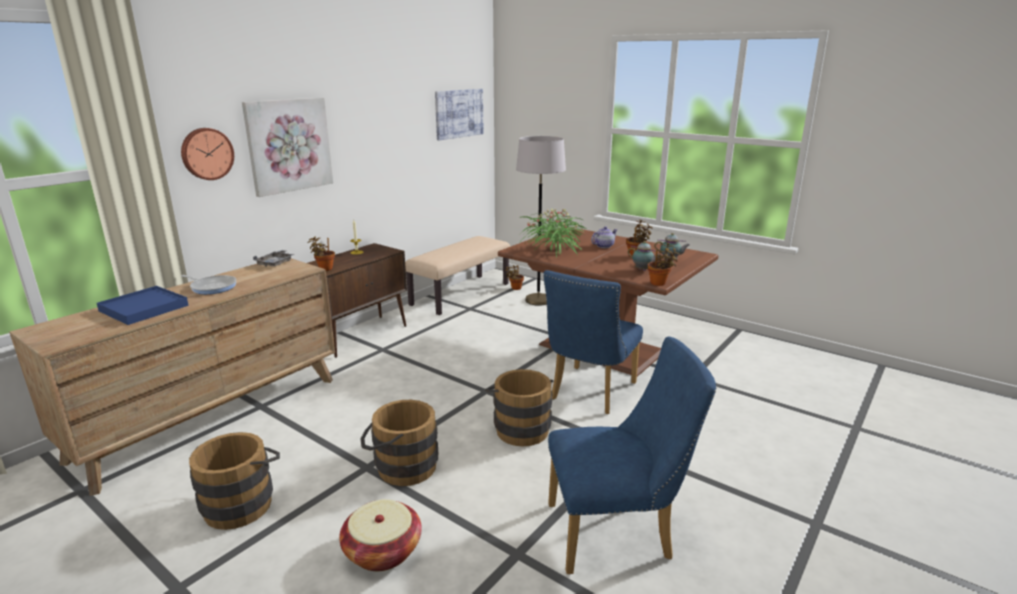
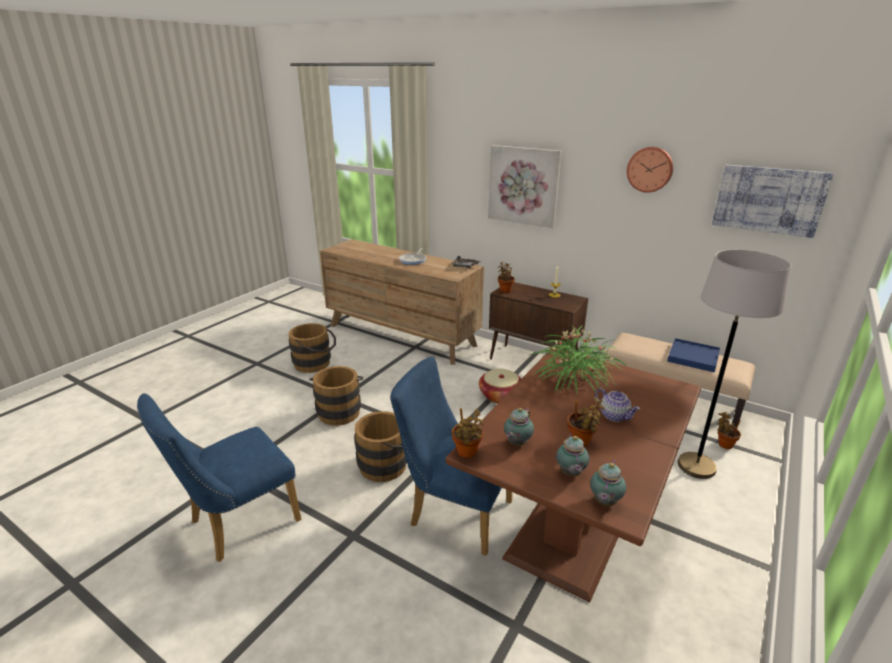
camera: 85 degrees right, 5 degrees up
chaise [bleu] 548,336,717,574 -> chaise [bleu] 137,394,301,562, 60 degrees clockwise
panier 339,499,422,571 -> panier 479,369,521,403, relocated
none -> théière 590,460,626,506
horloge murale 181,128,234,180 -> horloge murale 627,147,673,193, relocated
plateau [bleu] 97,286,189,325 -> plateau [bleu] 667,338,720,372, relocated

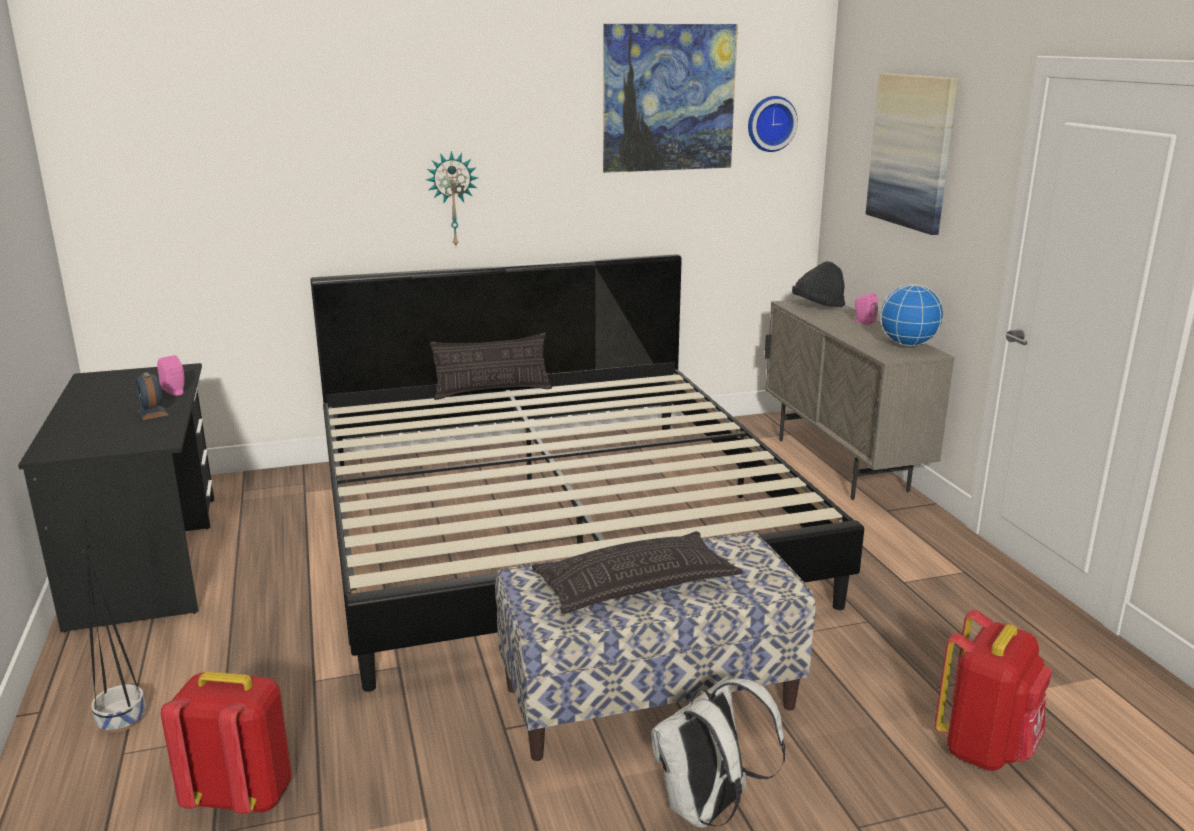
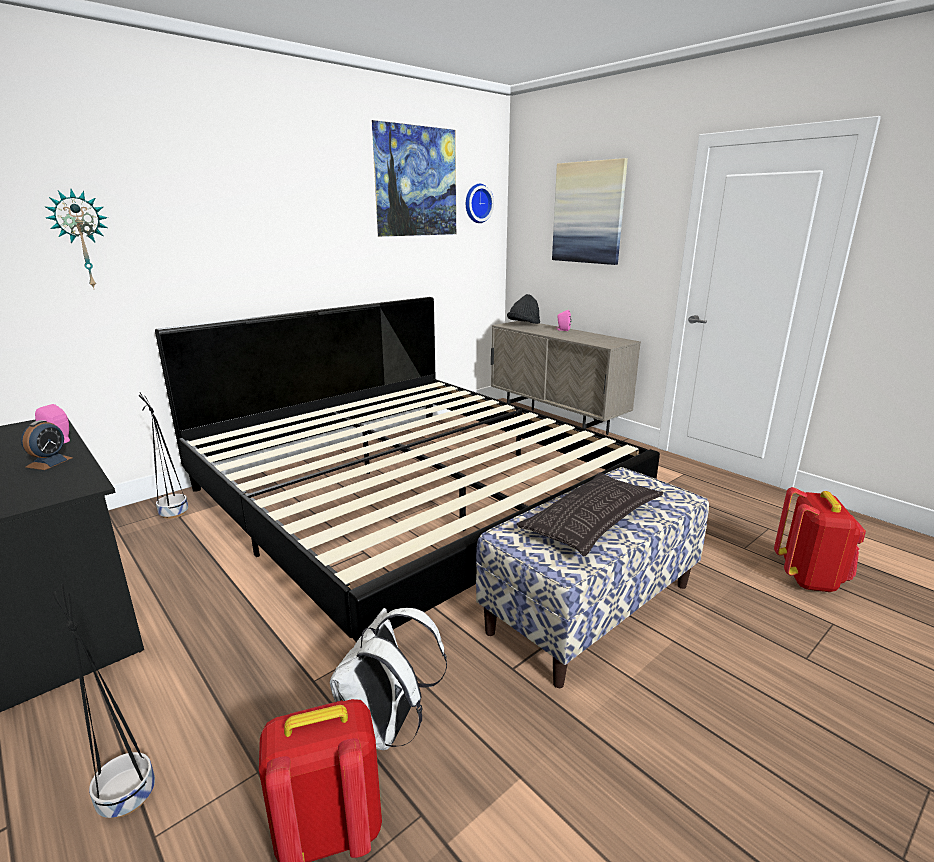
camera: 25 degrees left, 0 degrees up
réveil 136,372,168,420 -> réveil 21,420,73,470, 105 degrees counterclockwise
horloge murale 426,151,478,246 -> horloge murale 44,189,108,288, relocated
none -> cache-pot [noir] 138,393,188,519
sac à dos [blanc] 651,676,786,828 -> sac à dos [blanc] 330,608,447,750, relocated
coussin 430,333,552,400 -> none
globe 879,284,944,346 -> none

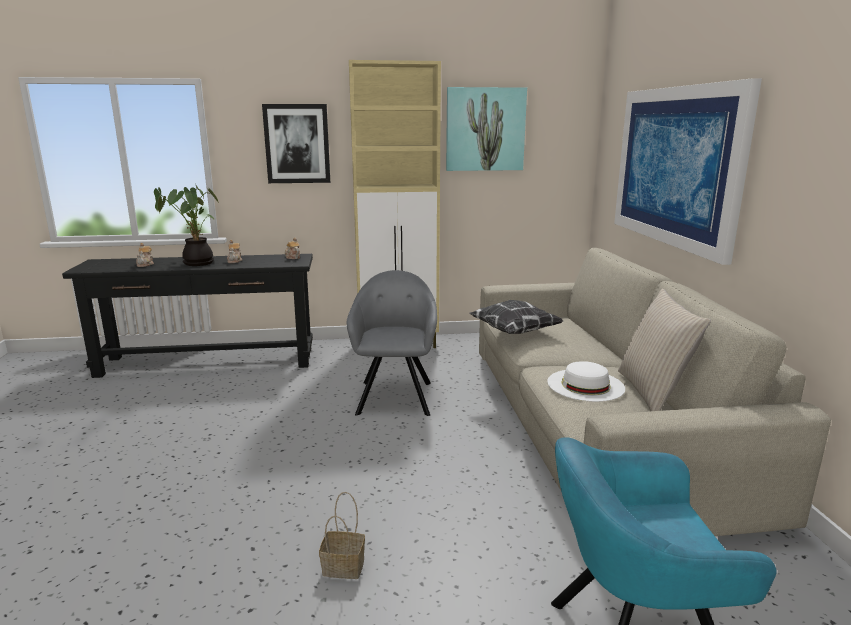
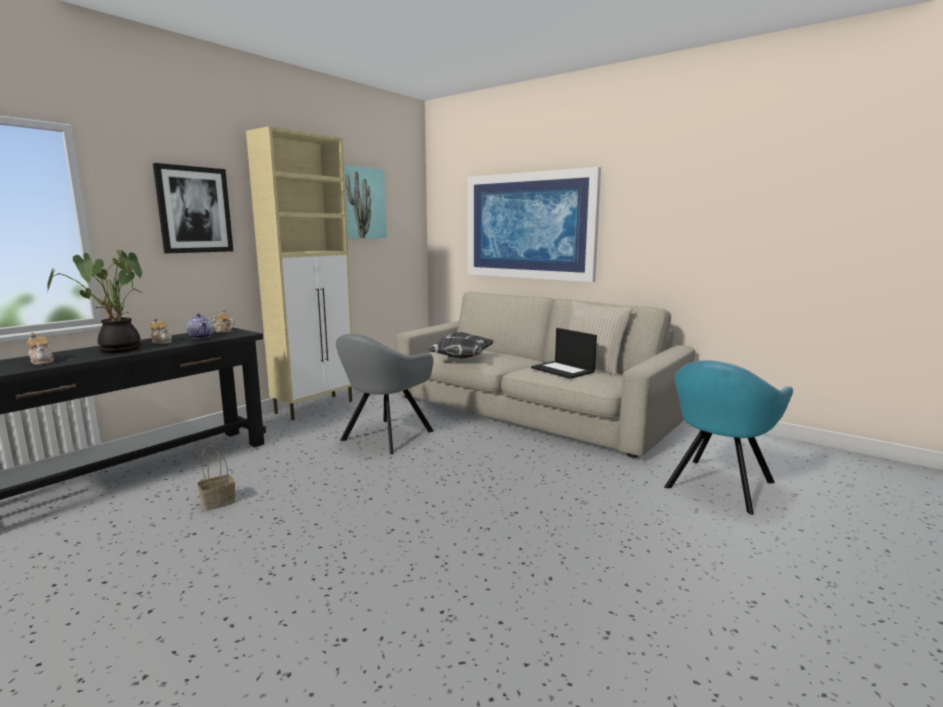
camera: 45 degrees left, 5 degrees down
none -> théière 186,314,214,339
panier 319,492,365,579 -> panier 197,445,236,511, relocated
fauteuil [gris] 347,270,437,416 -> fauteuil [gris] 336,334,434,454, 105 degrees counterclockwise
chapeau [blanc] 547,361,625,402 -> ordinateur portable 531,328,597,379

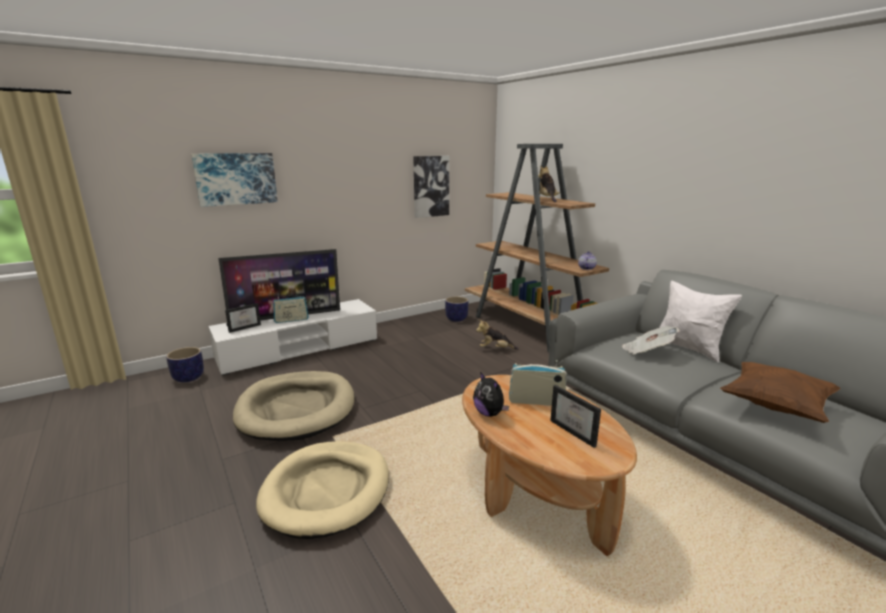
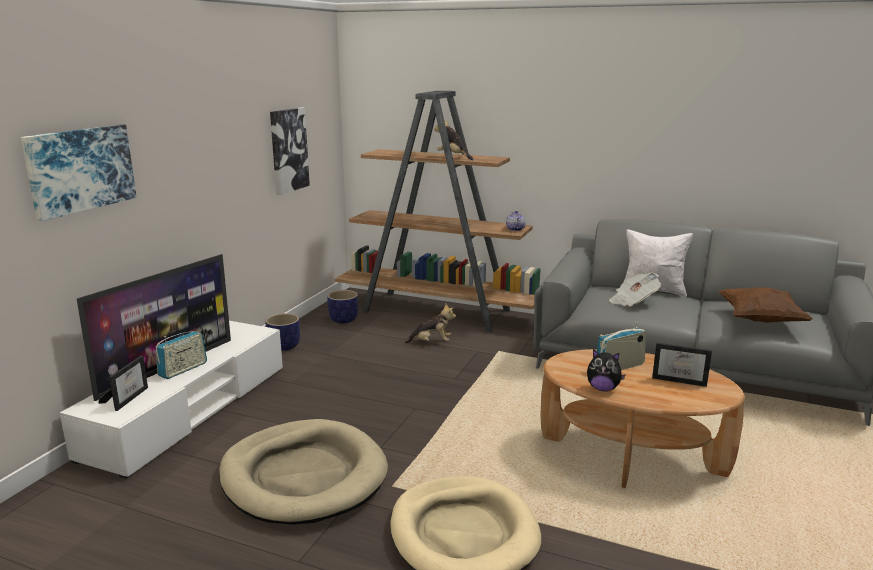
camera: 35 degrees left, 0 degrees up
cache-pot 166,347,204,382 -> cache-pot 265,313,300,351, relocated
peluche 476,319,518,350 -> peluche 405,304,456,344, 150 degrees counterclockwise

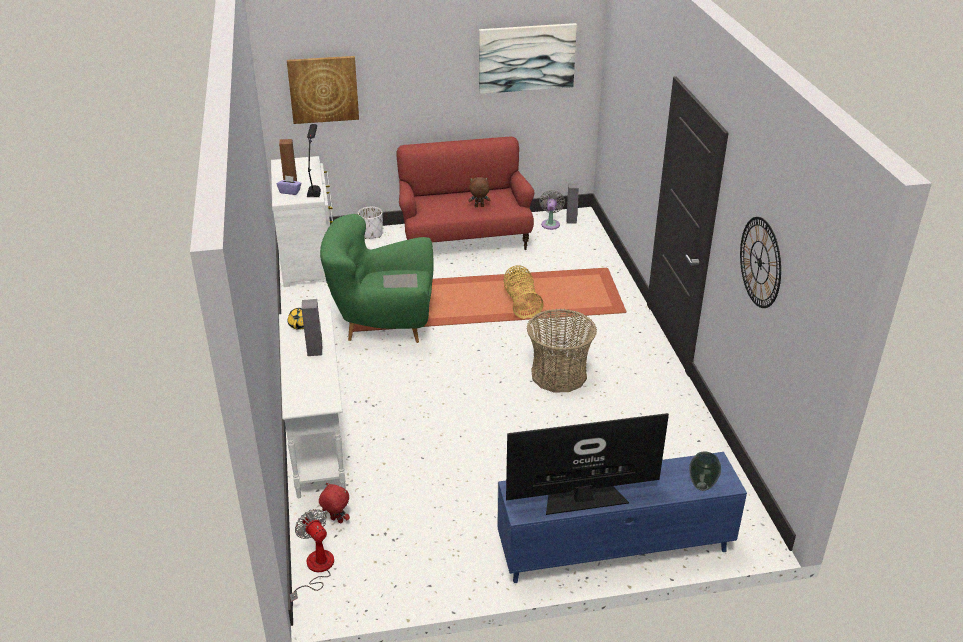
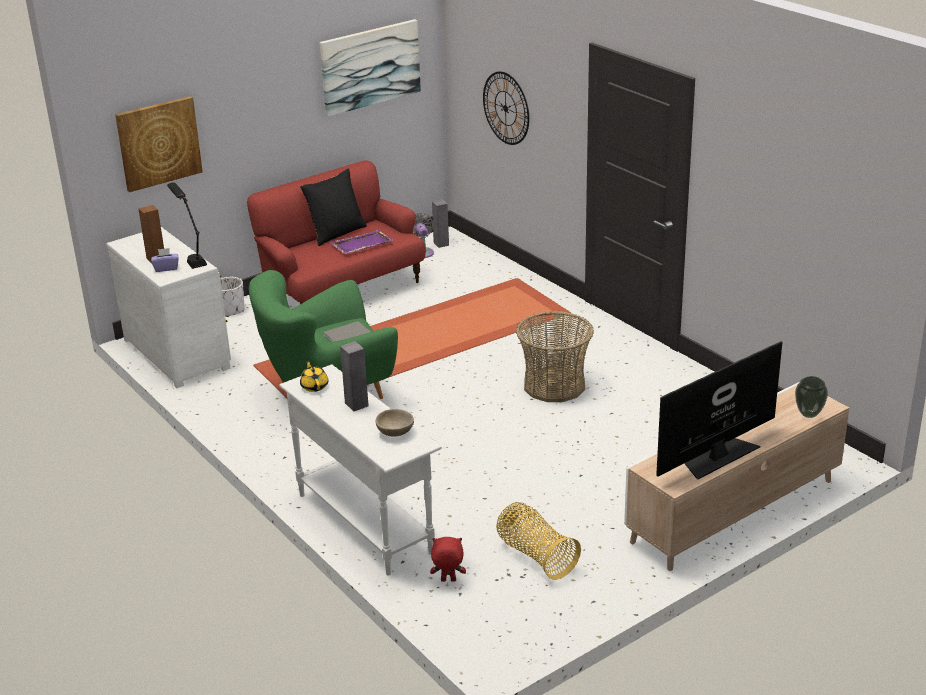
camera: 25 degrees left, 5 degrees down
none -> coussin [noir] 300,168,367,246
peluche [marron] 468,177,490,207 -> plateau [violet] 330,230,393,254
none -> bol [beige] 376,409,414,437
horloge murale 740,217,781,308 -> horloge murale 483,71,529,145, relocated
panier 503,265,544,319 -> panier 496,502,581,580, relocated
meuble télé [bleu] 497,450,747,583 -> meuble télé [beige] 624,382,849,571
ventilateur 290,509,334,606 -> none

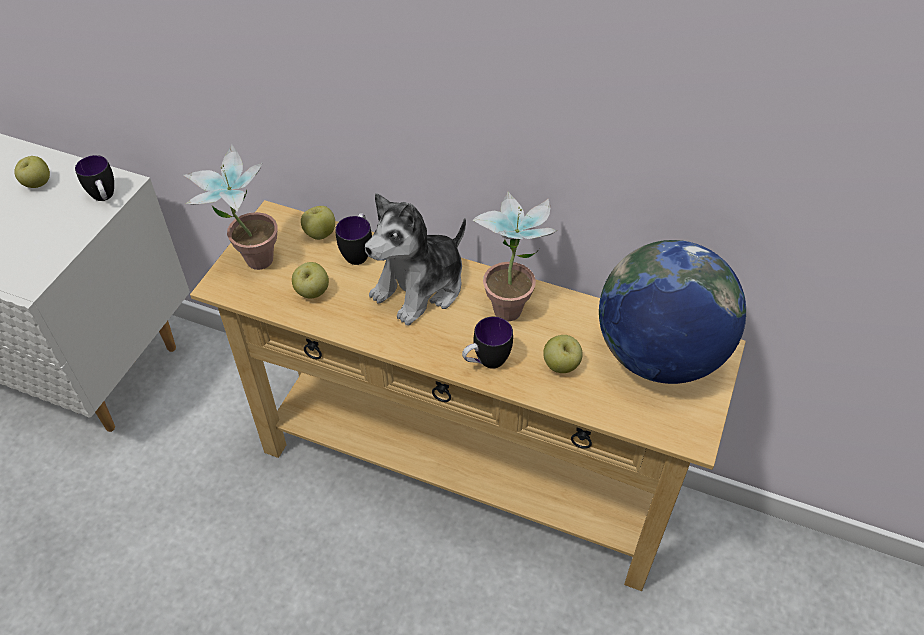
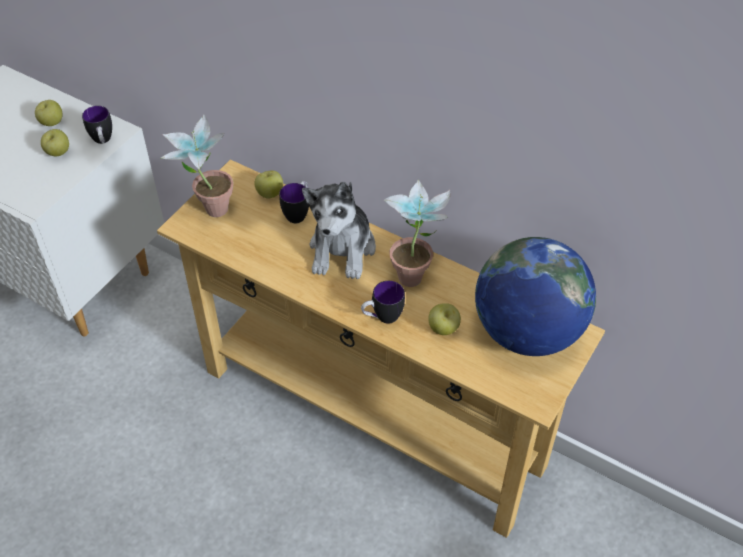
camera: 10 degrees right, 0 degrees up
pomme 292,262,329,299 -> pomme 41,129,69,156, relocated
peluche 365,193,466,326 -> peluche 302,181,376,279, 45 degrees counterclockwise

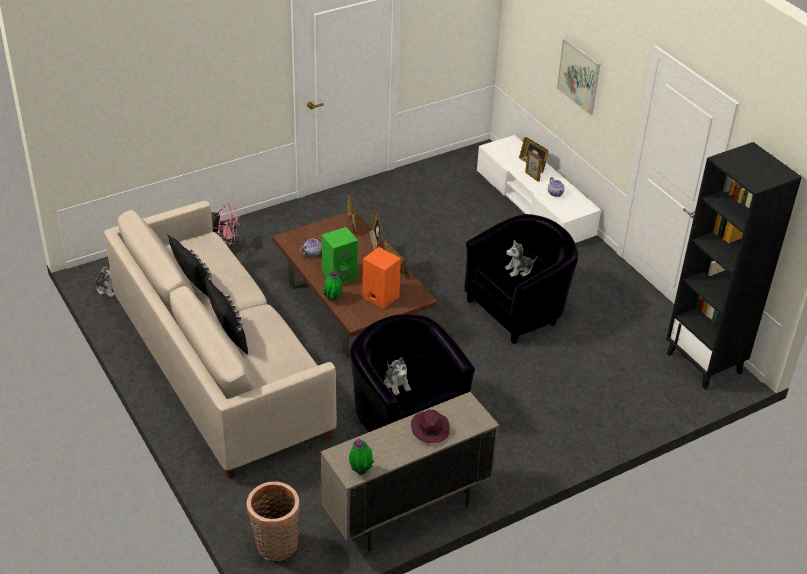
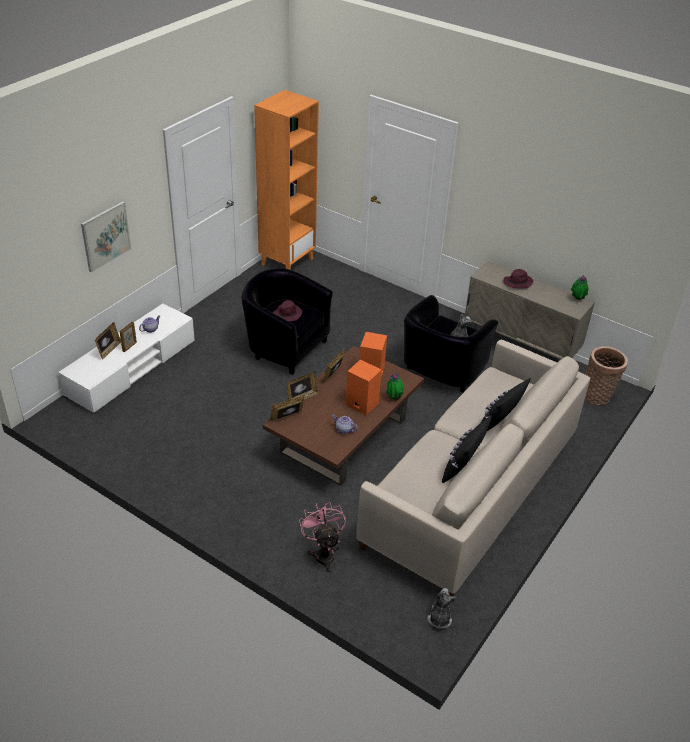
camera: 115 degrees left, 0 degrees up
bibliothèque [noir] 666,142,802,390 -> bibliothèque [orange] 254,90,319,270
peluche 505,240,537,277 -> chapeau [violet] 273,300,302,321
enceinte [vert] 322,227,358,284 -> enceinte [orange] 346,360,382,415

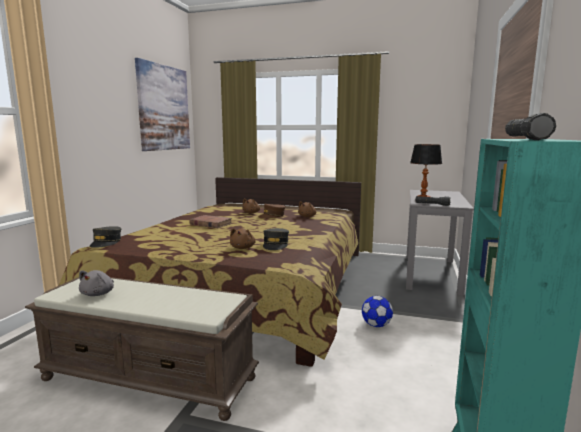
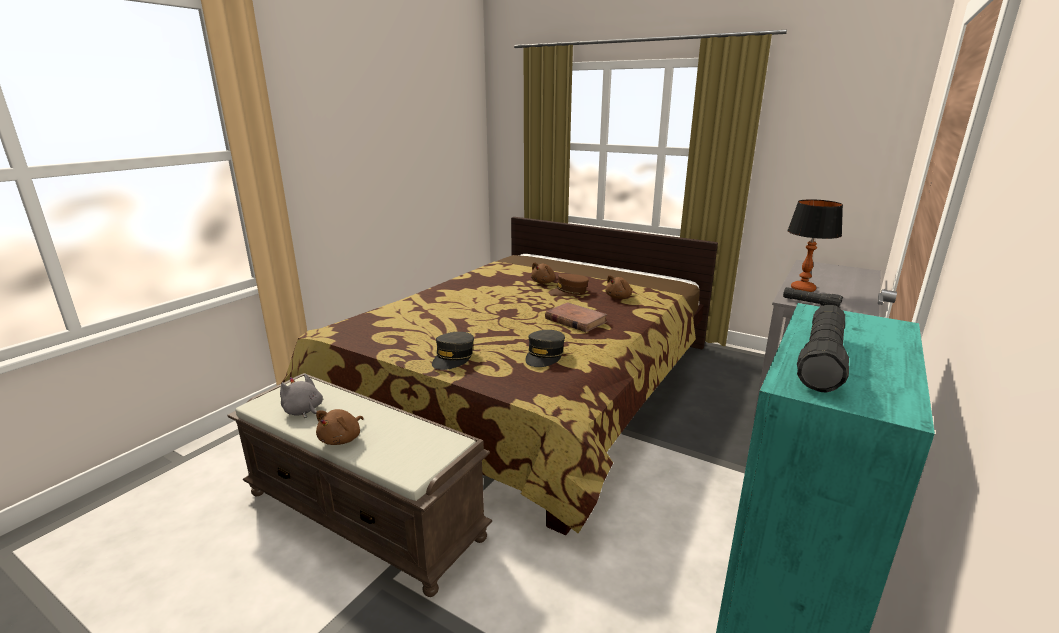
camera: 15 degrees right, 10 degrees up
peluche [gris] 79,270,114,296 -> peluche [gris] 280,374,323,418, 105 degrees clockwise
peluche [marron] 230,228,256,249 -> peluche [marron] 316,409,363,445, relocated
casquette [gris] 90,226,121,248 -> casquette [gris] 432,332,474,370, relocated
livre [marron] 189,215,232,228 -> livre [marron] 545,302,608,332, relocated
tableau 135,58,190,151 -> none
ballon de foot 362,296,393,327 -> none

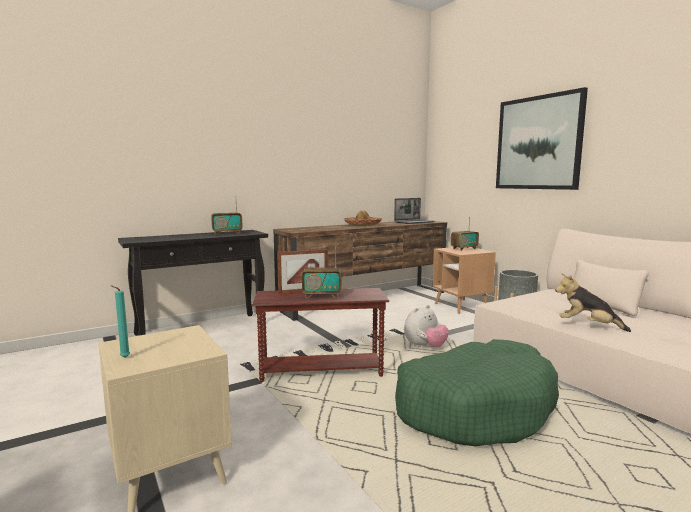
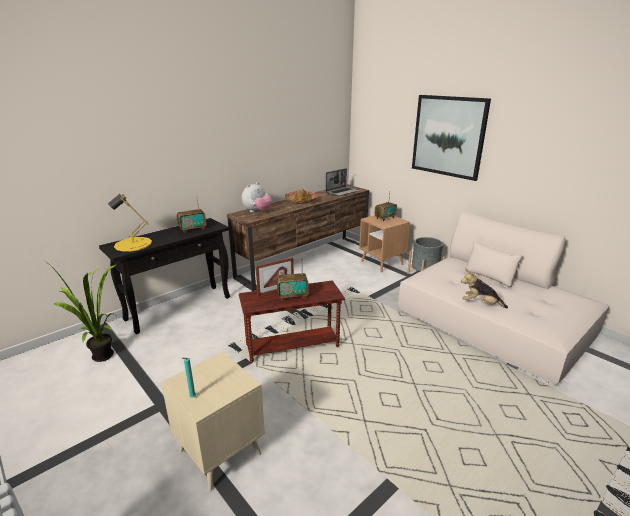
camera: 10 degrees left, 15 degrees up
none -> plante en pot 42,260,117,362
none -> lampe de table [jaune] 108,194,152,251
peluche 404,305,449,348 -> peluche 242,182,272,212, relocated
panier pour chien [vert] 395,339,559,446 -> none

